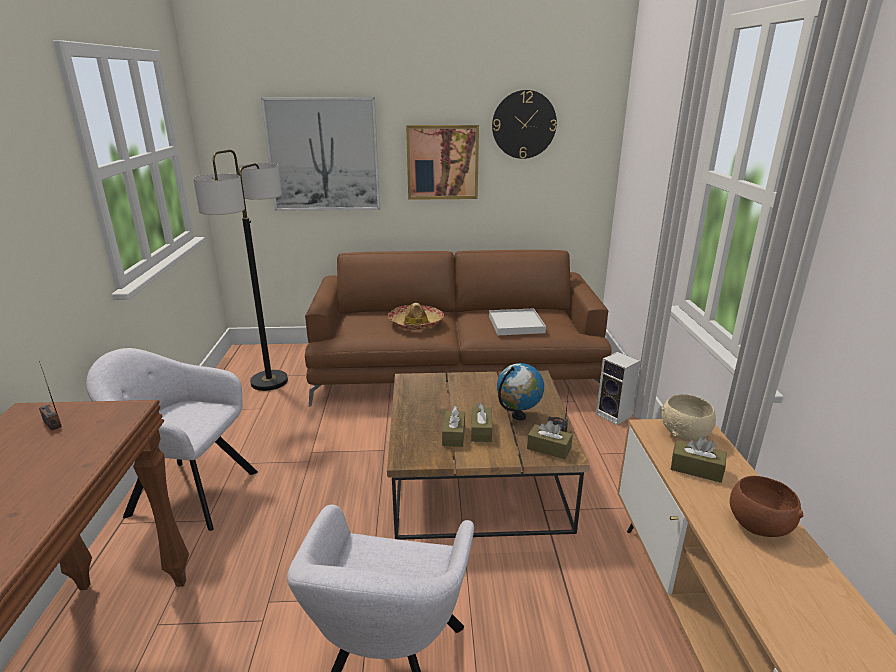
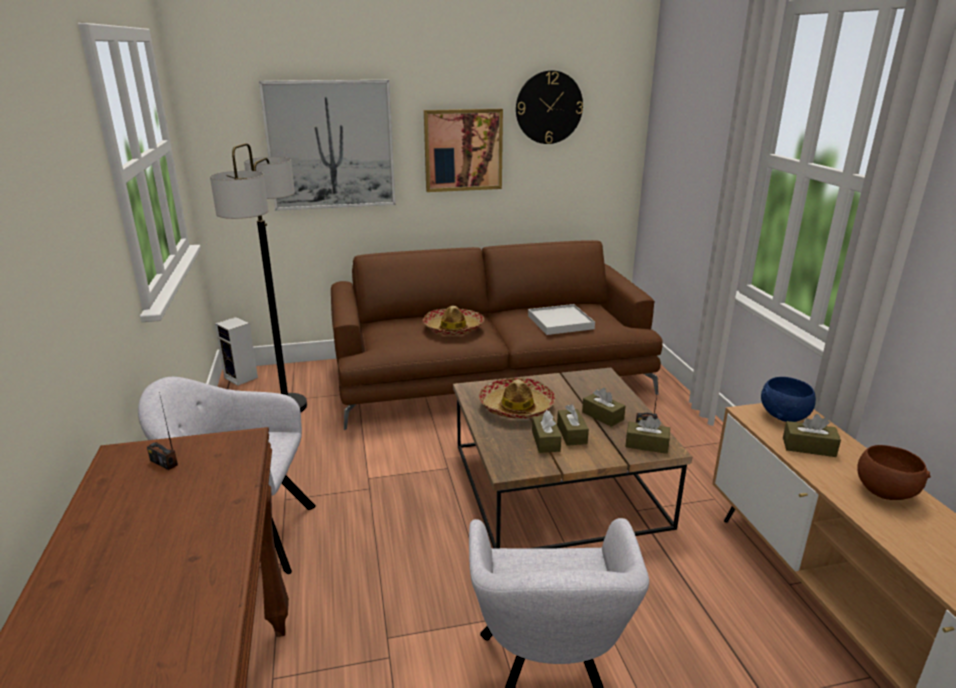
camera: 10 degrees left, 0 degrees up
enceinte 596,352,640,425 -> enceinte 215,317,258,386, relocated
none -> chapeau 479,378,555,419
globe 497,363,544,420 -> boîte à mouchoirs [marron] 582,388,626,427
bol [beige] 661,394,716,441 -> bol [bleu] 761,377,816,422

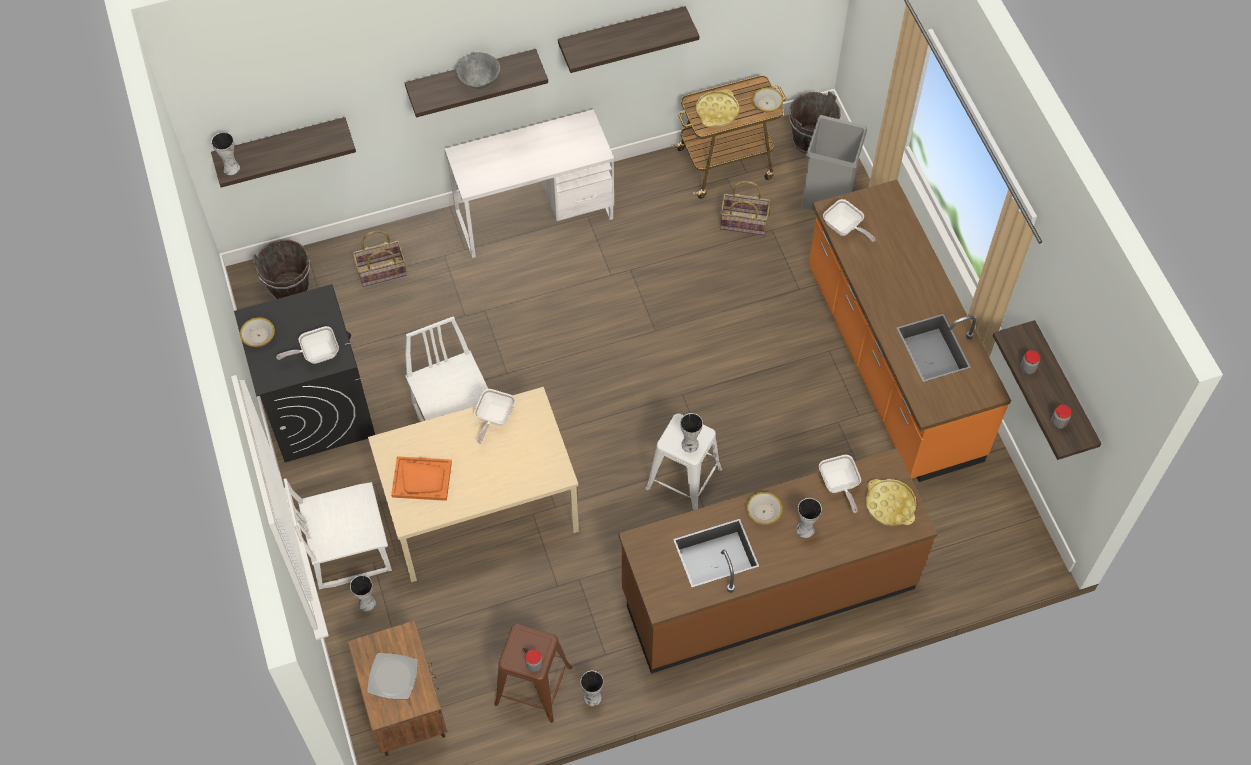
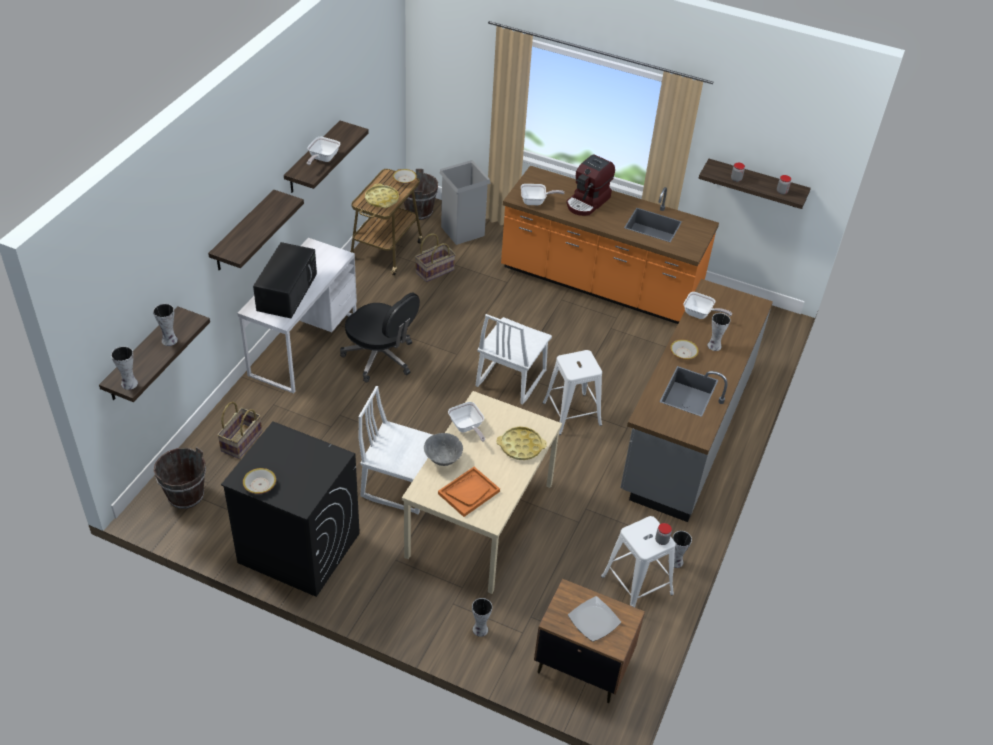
camera: 50 degrees left, 15 degrees down
vase 680,413,703,452 -> vase 153,304,178,346, relocated
none -> micro-ondes [noir] 253,242,317,318
poêle 276,326,339,364 -> poêle 307,137,340,165, relocated
none -> chaise de bureau [noir] 340,292,420,382
bol [gris] 456,52,500,89 -> bol [gris] 424,433,463,466, relocated
chaise [blanc] 284,478,392,590 -> chaise [blanc] 475,314,552,405, relocated
plateau [jaune] 865,479,917,526 -> plateau [jaune] 497,427,547,460, relocated
none -> machine à café 567,154,615,216
tabouret [marron] 494,624,572,723 -> tabouret [blanc] 601,516,676,607
comptoir de cuisine [marron] 619,448,937,674 -> comptoir de cuisine [gris] 620,279,773,522

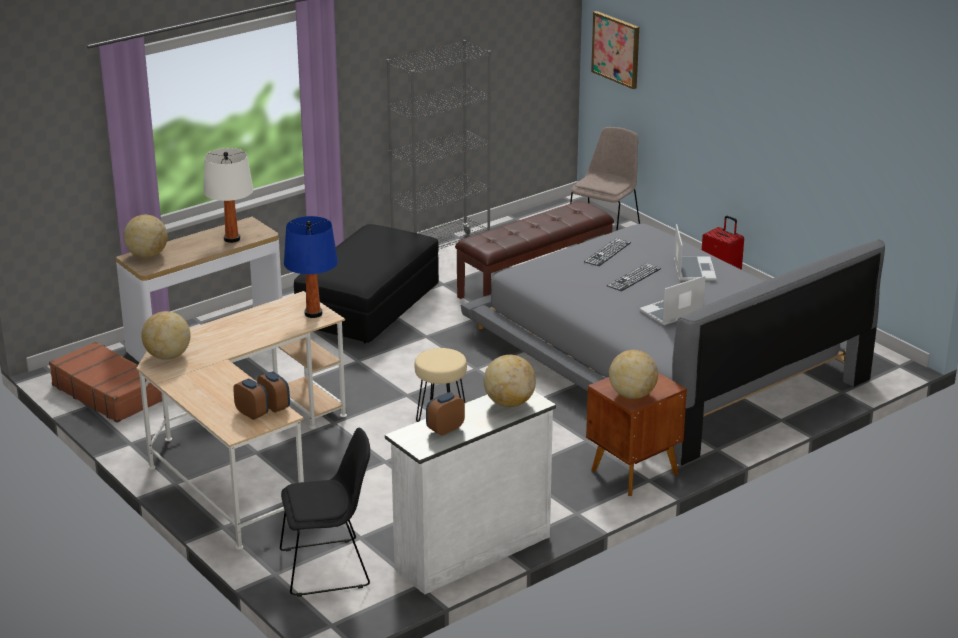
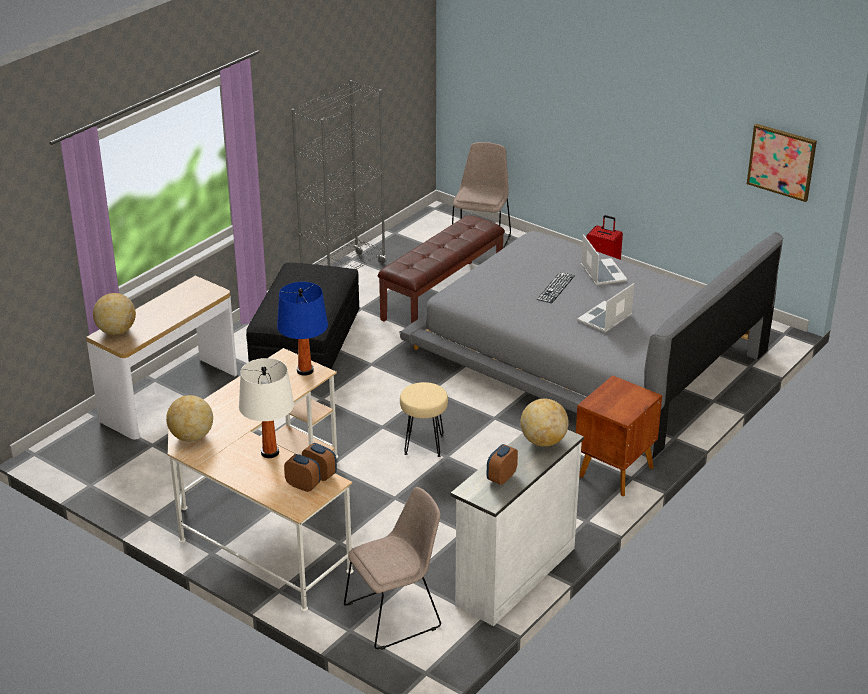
camera: 15 degrees left, 5 degrees up
lampe de table [blanc] 203,148,254,243 -> lampe de table [blanc] 239,358,294,458, relocated
chaise [noir] 280,428,370,597 -> chaise [beige] 344,487,441,650
tableau 591,11,639,89 -> tableau 747,124,817,202, relocated
valise [marron] 49,341,162,423 -> none
clavier 584,238,631,266 -> none
globe 609,350,658,399 -> none

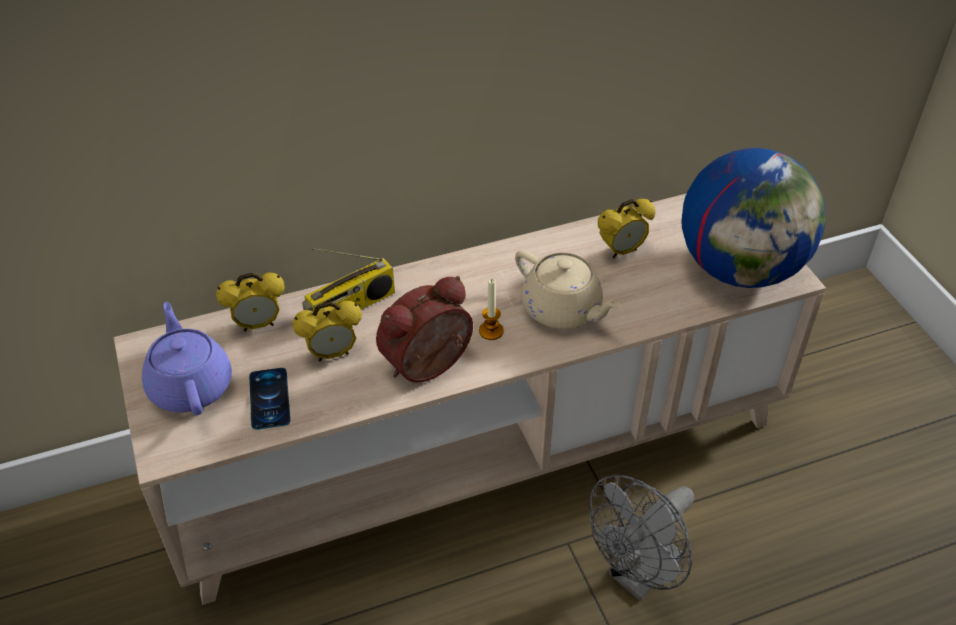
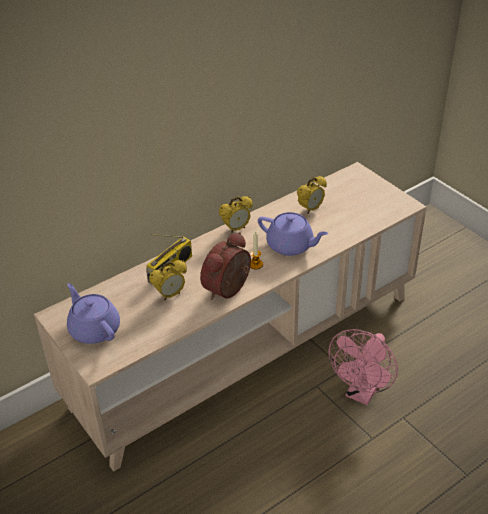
camera: 15 degrees left, 5 degrees down
réveil 216,272,285,332 -> réveil 219,196,253,233, relocated
théière [beige] 515,250,621,329 -> théière [violet] 258,212,328,256
ventilateur [gris] 589,474,694,601 -> ventilateur [rose] 329,329,398,405
téléphone 249,368,290,430 -> none
globe 681,148,825,288 -> none

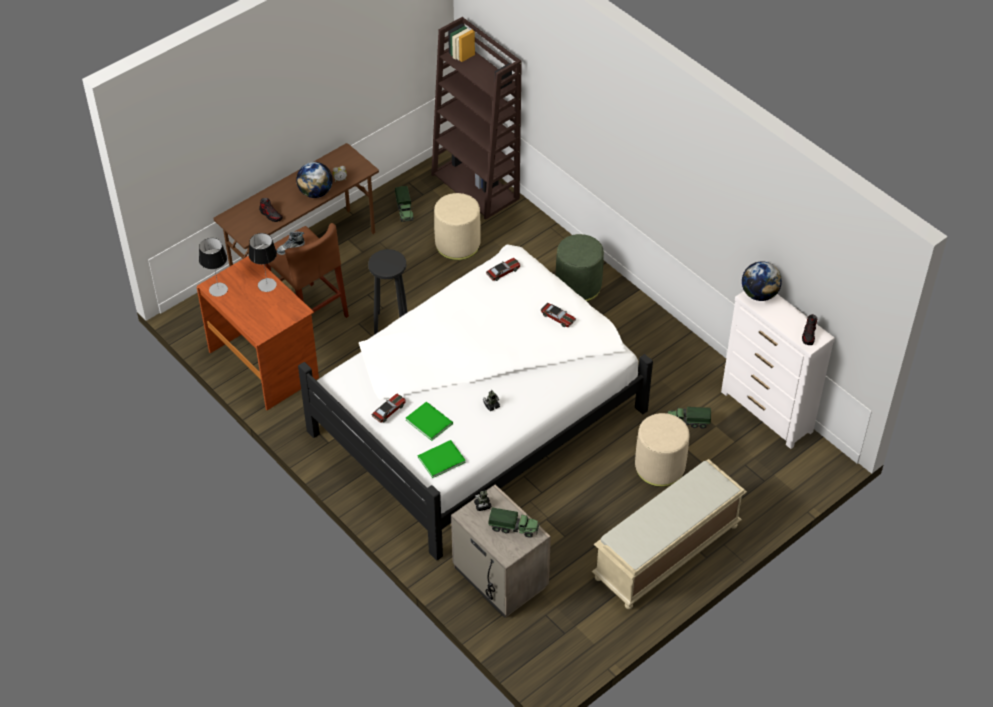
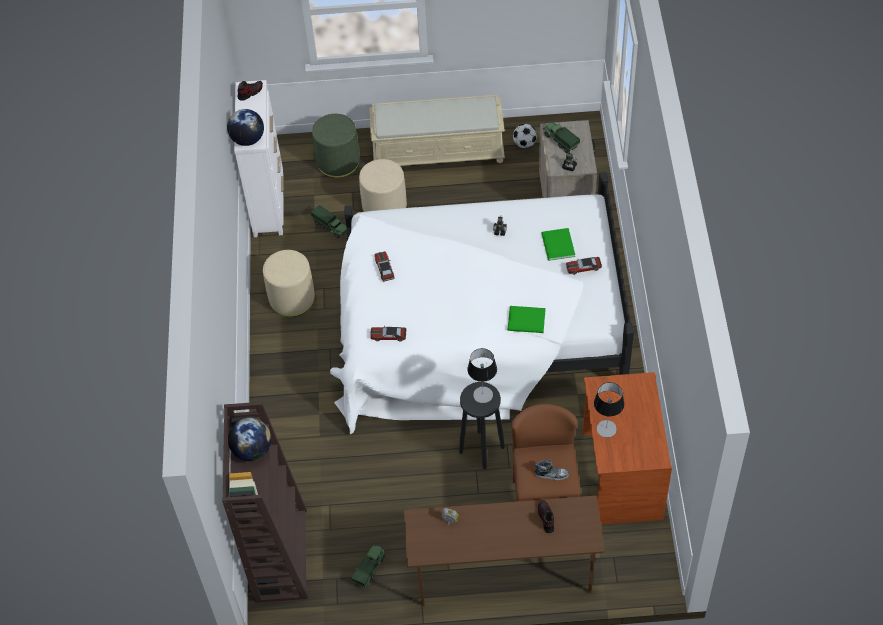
camera: 140 degrees left, 5 degrees up
globe 296,162,333,198 -> globe 228,418,272,461, relocated
pouf [beige] 434,193,481,260 -> pouf [beige] 263,250,315,317, relocated
pouf [vert] 556,234,604,302 -> pouf [vert] 312,114,360,178, relocated
lampe de table 199,238,228,297 -> lampe de table 468,348,497,403, relocated
livre [vert] 418,440,466,478 -> livre [vert] 508,306,546,333, relocated
none -> ballon de foot 513,124,537,148

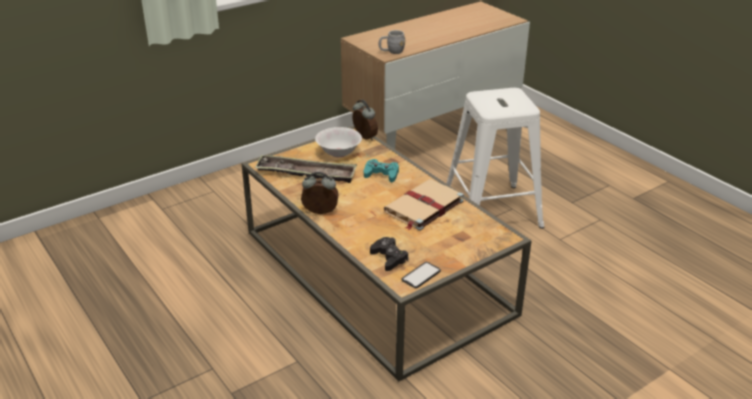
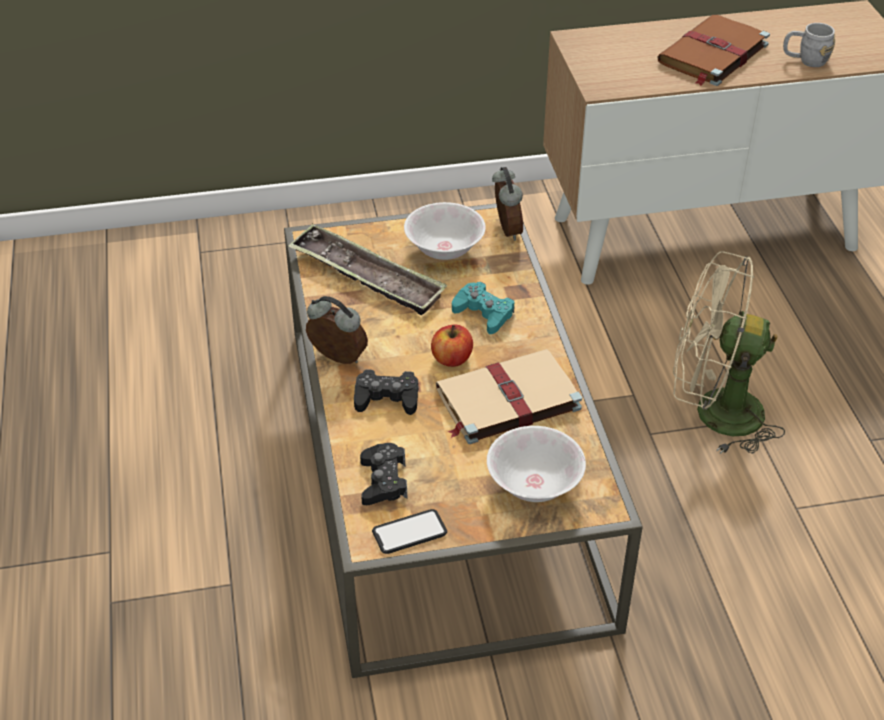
camera: 25 degrees right, 10 degrees up
none -> manette [noir] 354,369,418,415
none -> pomme 431,324,473,367
none -> bol [blanc] 487,426,586,502
none -> livre [marron] 658,15,770,86
tabouret [blanc] 446,88,544,229 -> ventilateur [beige] 673,251,785,454
mug [gris] 379,30,405,54 -> mug [gris] 783,23,835,67, relocated

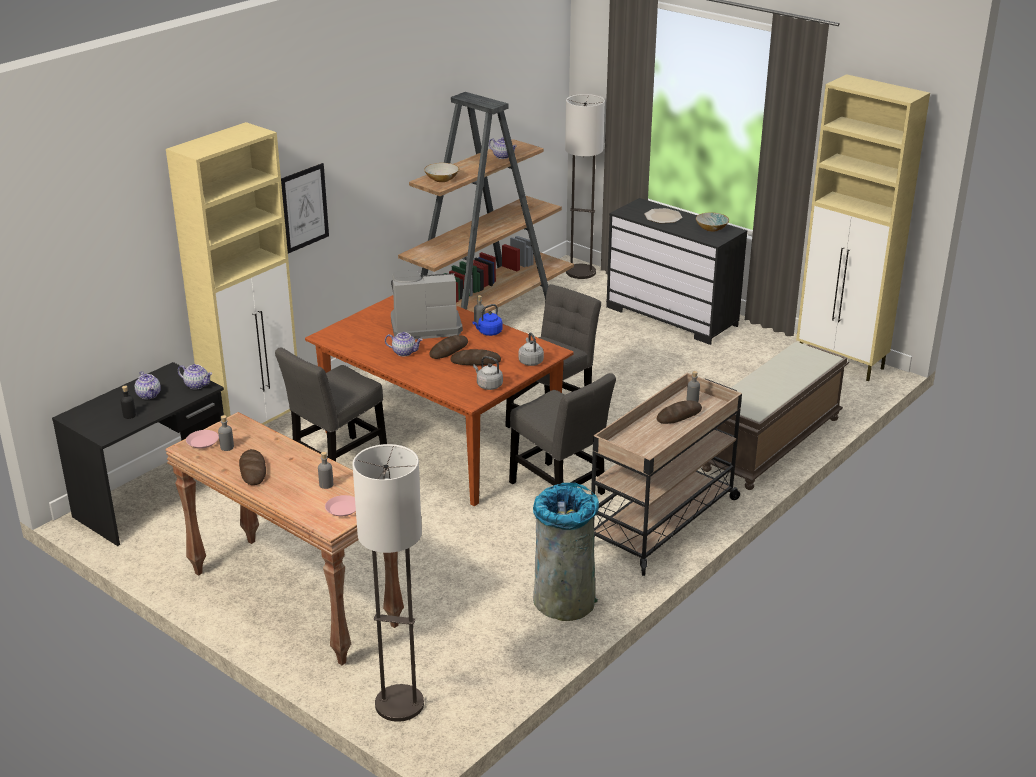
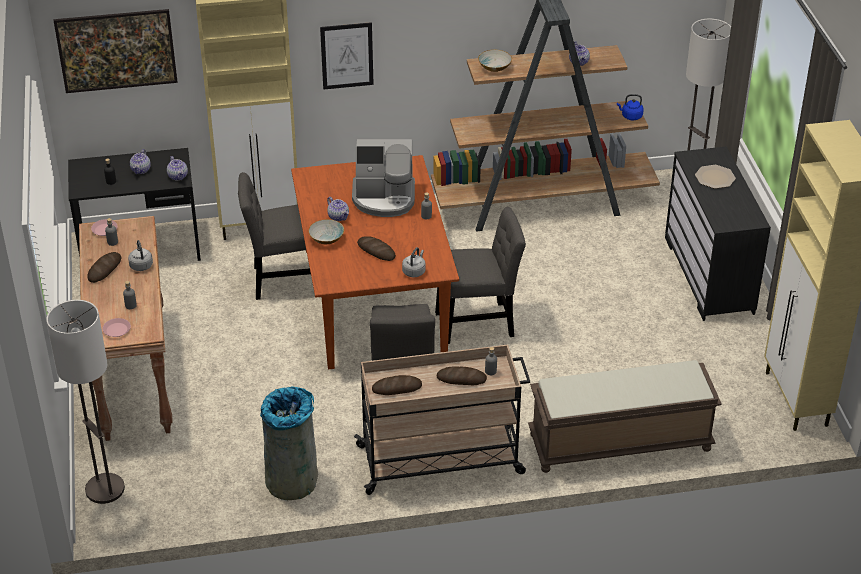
camera: 40 degrees right, 10 degrees up
none -> tableau 54,9,178,93
bouilloire [gris] 473,356,503,390 -> bouilloire [gris] 128,240,153,271, relocated
bol 696,212,729,232 -> bol 308,219,344,244, relocated
machine à café 391,270,463,339 -> machine à café 352,139,415,217, 150 degrees clockwise
pain 429,335,468,359 -> pain 372,375,422,395, relocated
bouilloire [bleu] 472,304,503,336 -> bouilloire [bleu] 617,94,644,120, relocated

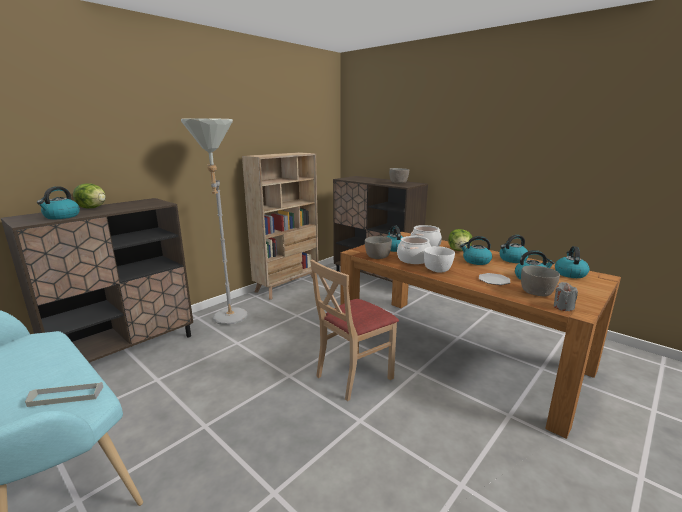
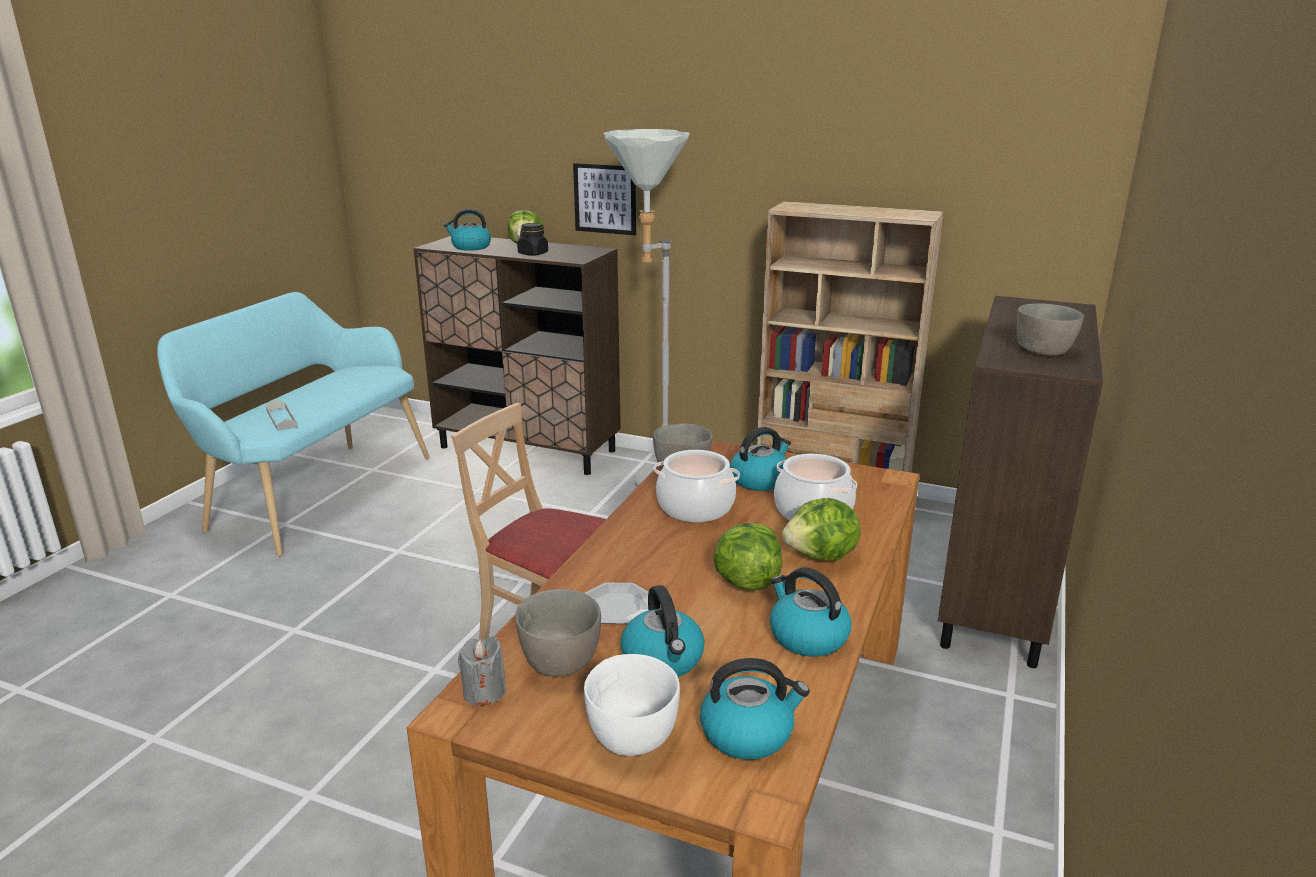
camera: 70 degrees right, 5 degrees up
none -> bocal [noir] 517,223,548,256
none -> tableau 573,163,636,235
bol [blanc] 424,246,455,272 -> bol [blanc] 584,654,680,756, relocated
bouilloire 460,236,492,265 -> laitue 714,522,783,590

